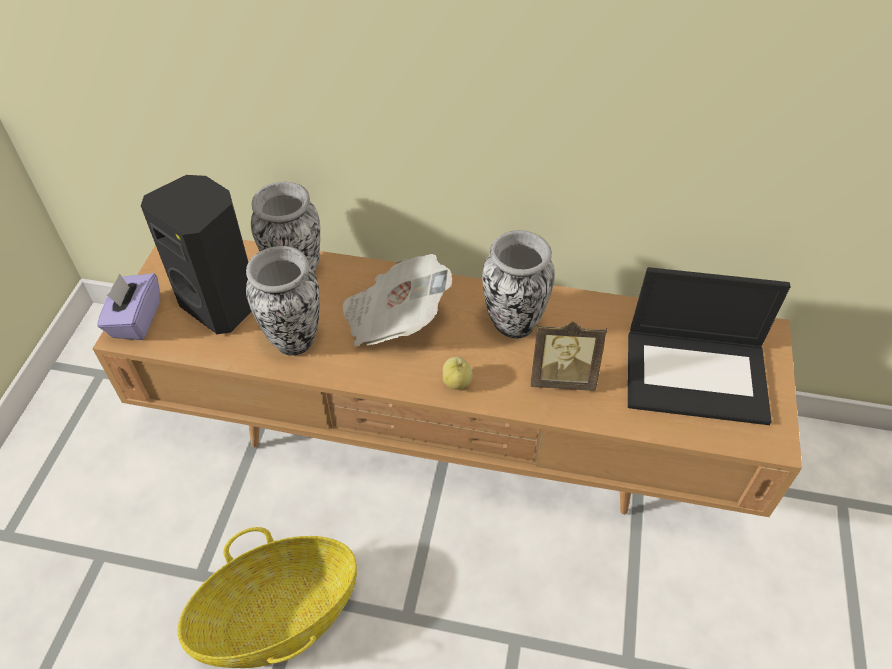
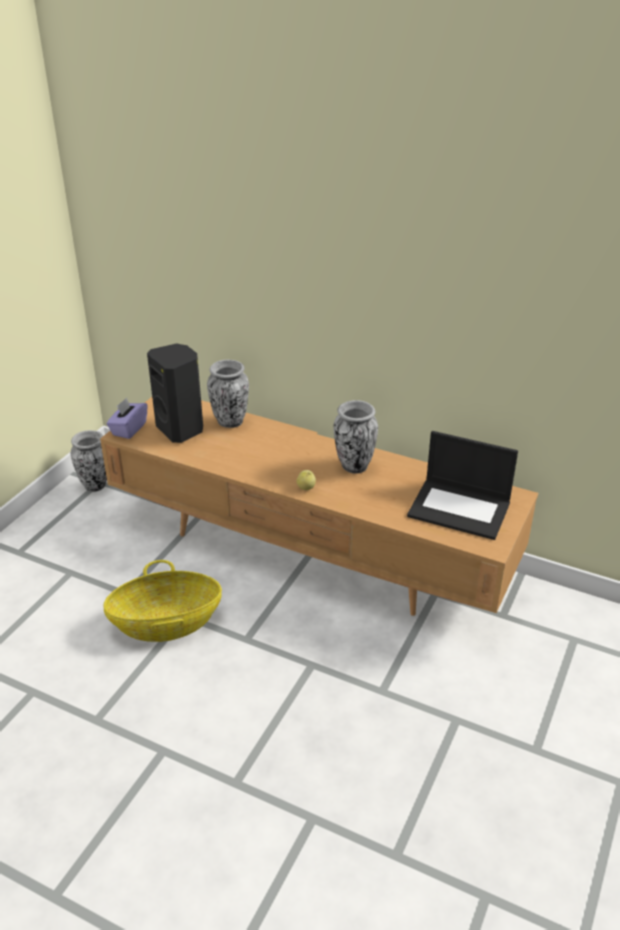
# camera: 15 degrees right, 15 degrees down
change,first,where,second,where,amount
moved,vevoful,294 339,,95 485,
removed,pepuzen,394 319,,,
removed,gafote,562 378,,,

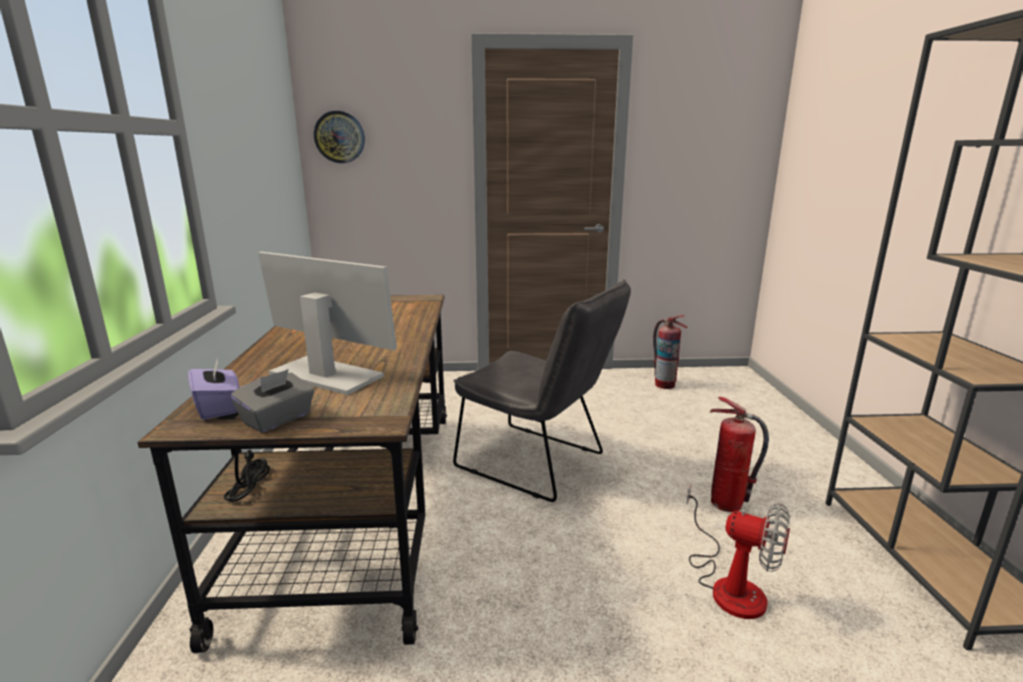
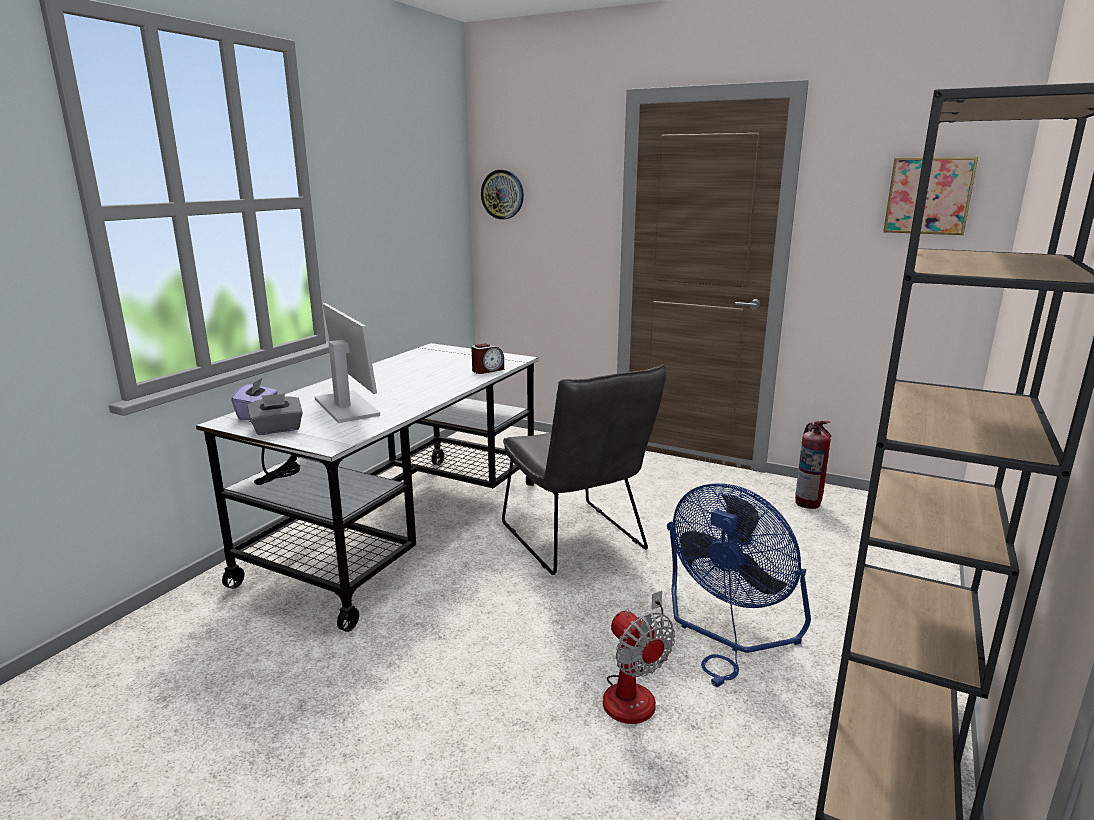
# camera: 30 degrees right, 0 degrees up
change,first,where,second,where,amount
recoloured,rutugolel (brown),357 503,rutugolel (white),402 528,
replaced,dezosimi,727 503,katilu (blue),723 630,
added,,,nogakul,487 370,
added,,,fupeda,928 195,

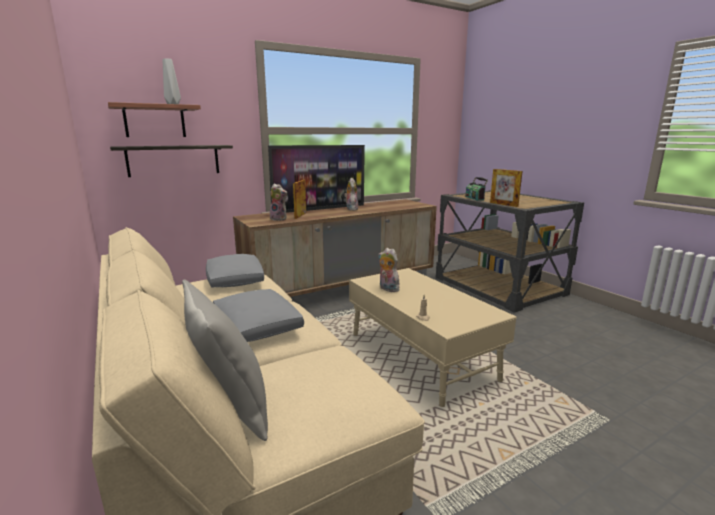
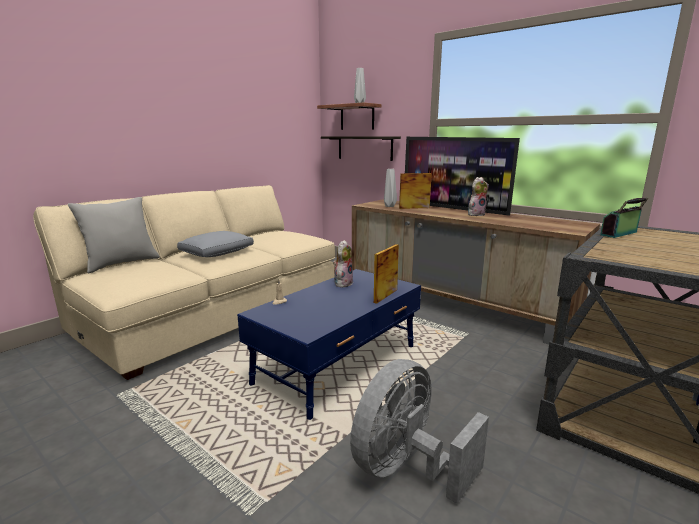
# camera: 70 degrees right, 0 degrees up
change,first,where,second,where,amount
removed,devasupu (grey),235 280,,,
replaced,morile,279 219,vevoful (grey),390 206,
recoloured,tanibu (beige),419 355,tanibu (blue),338 363,
moved,gafote,503 204,,385 296,
added,,,katilu (grey),407 468,

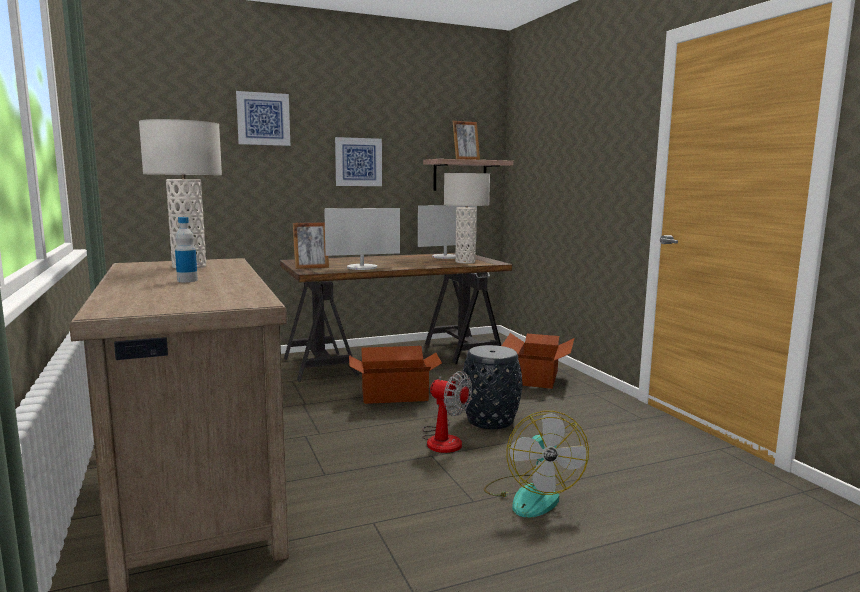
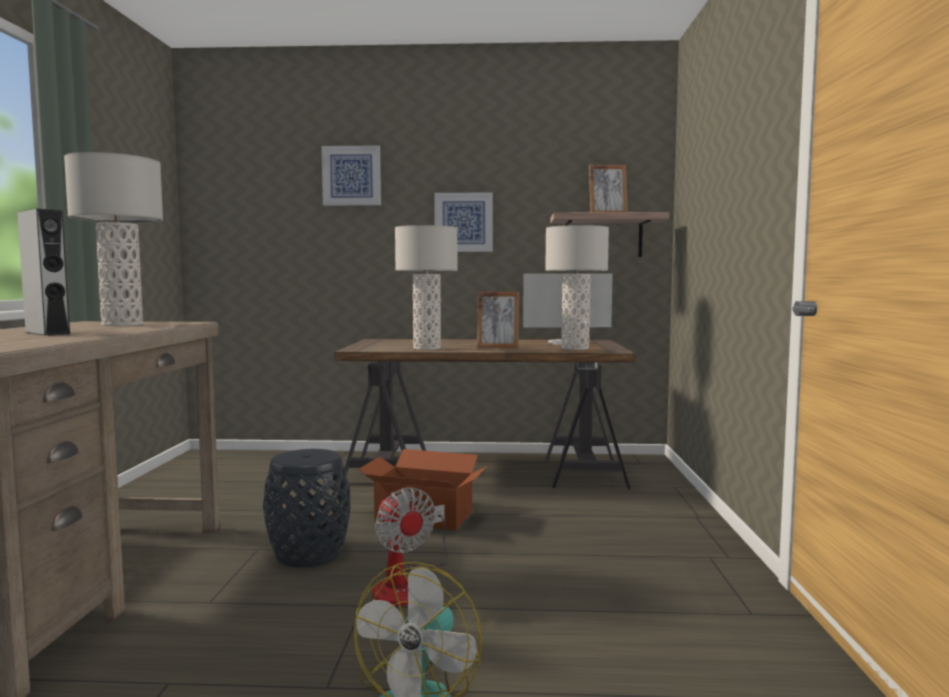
# camera: 25 degrees right, 5 degrees down
change,first,where,second,where,amount
replaced,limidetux,187 280,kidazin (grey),47 333,
moved,gafote,311 267,,498 347,
replaced,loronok,362 267,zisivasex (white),427 348,
moved,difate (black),490 420,,309 554,
removed,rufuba,537 377,,,

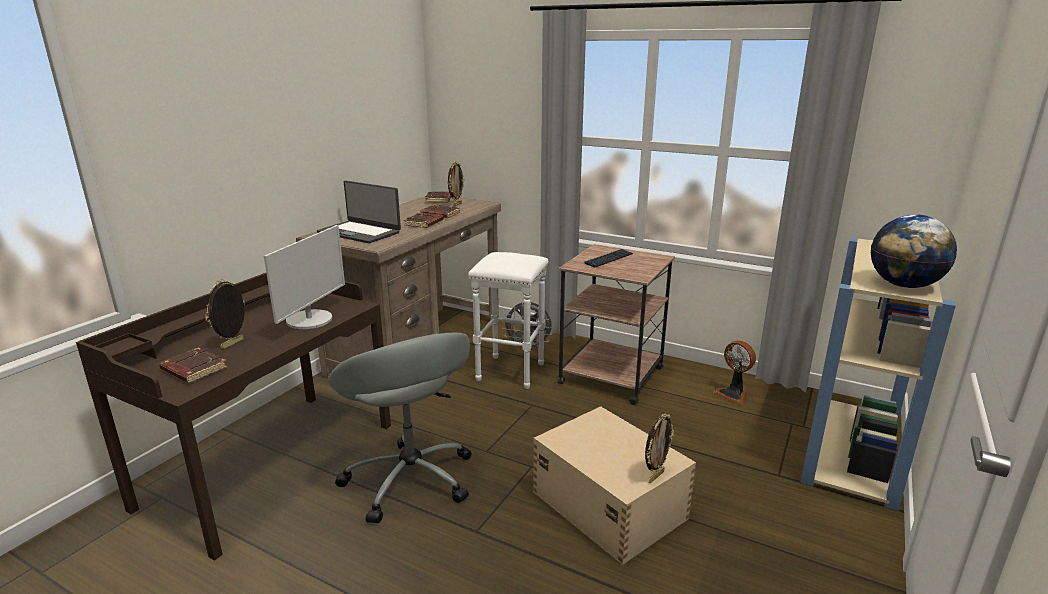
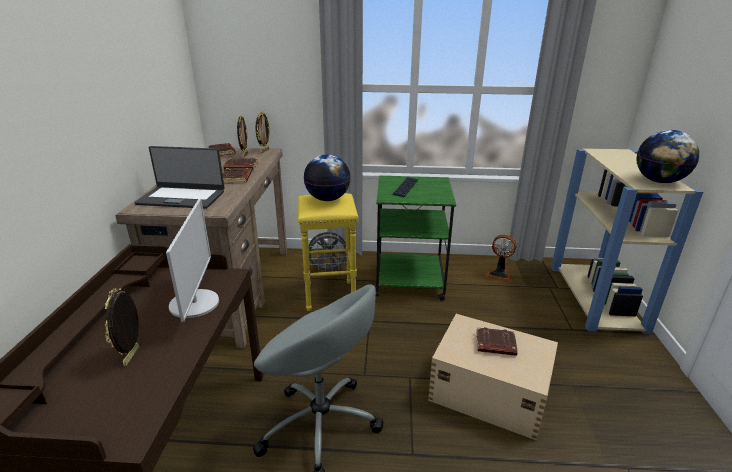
# camera: 25 degrees left, 5 degrees up
change,first,where,second,where,amount
moved,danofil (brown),193 370,,495 345,
recoloured,difate (white),511 372,difate (yellow),331 296,
recoloured,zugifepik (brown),612 377,zugifepik (green),410 280,
moved,gafote,655 476,,264 151,
added,,,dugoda,328 199,

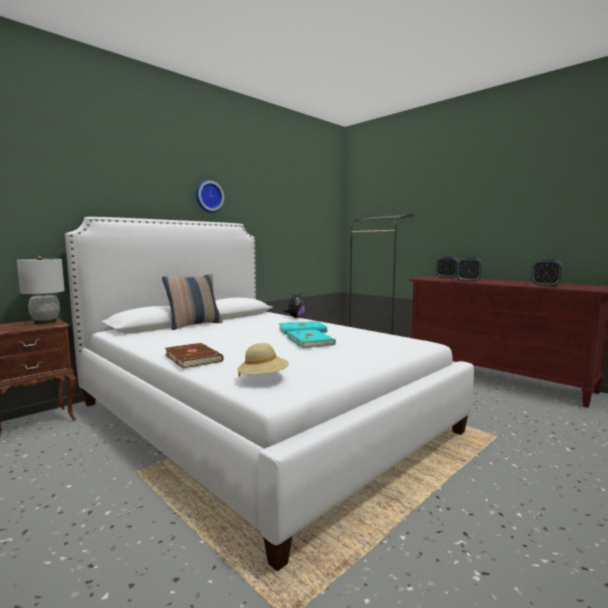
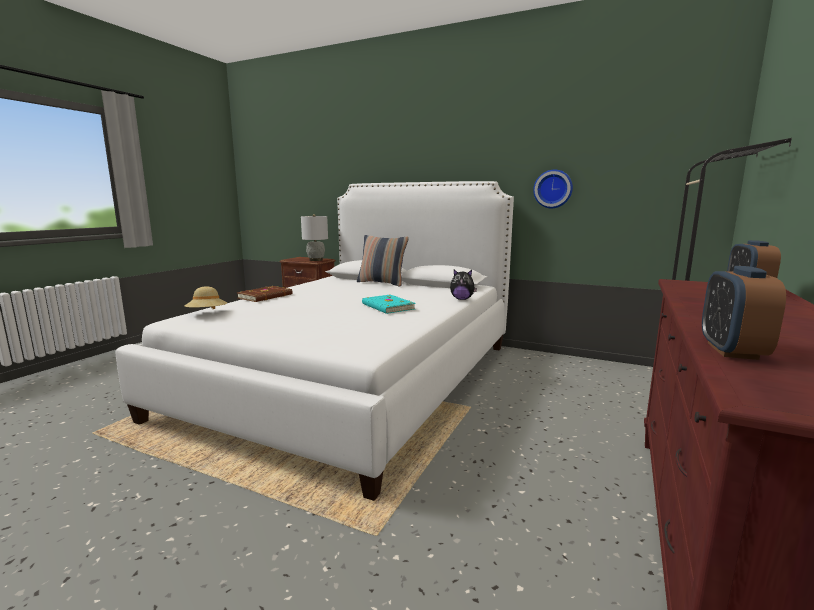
# camera: 70 degrees right, 5 degrees up
change,first,where,second,where,amount
moved,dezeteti,208 196,,553 189,
removed,danofil (turquoise),310 341,,,
removed,nogakul,468 281,,,

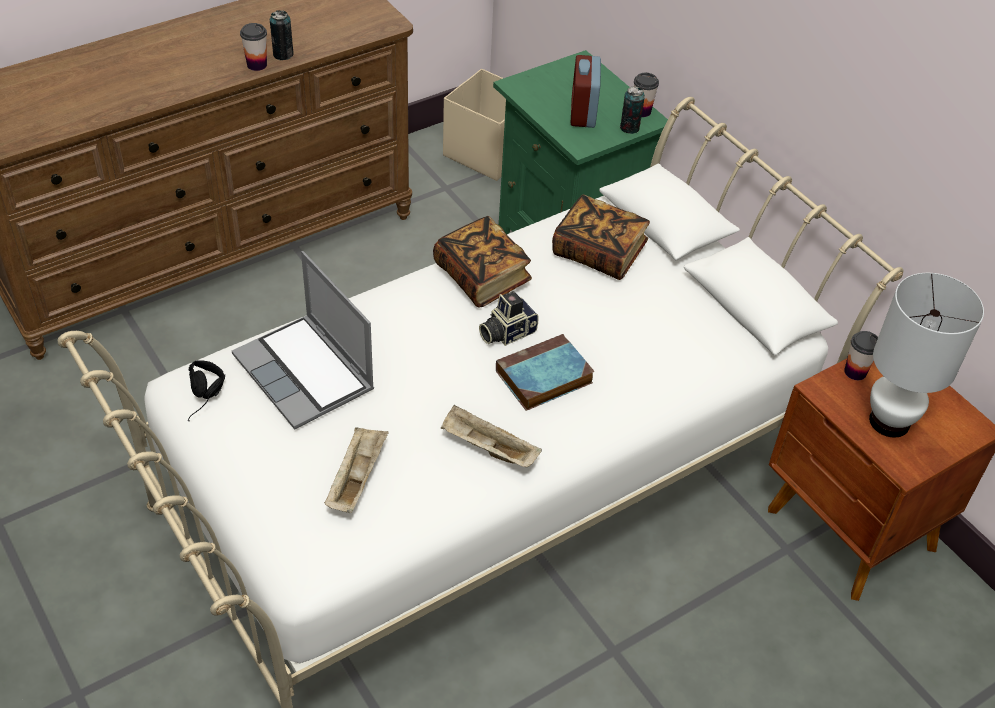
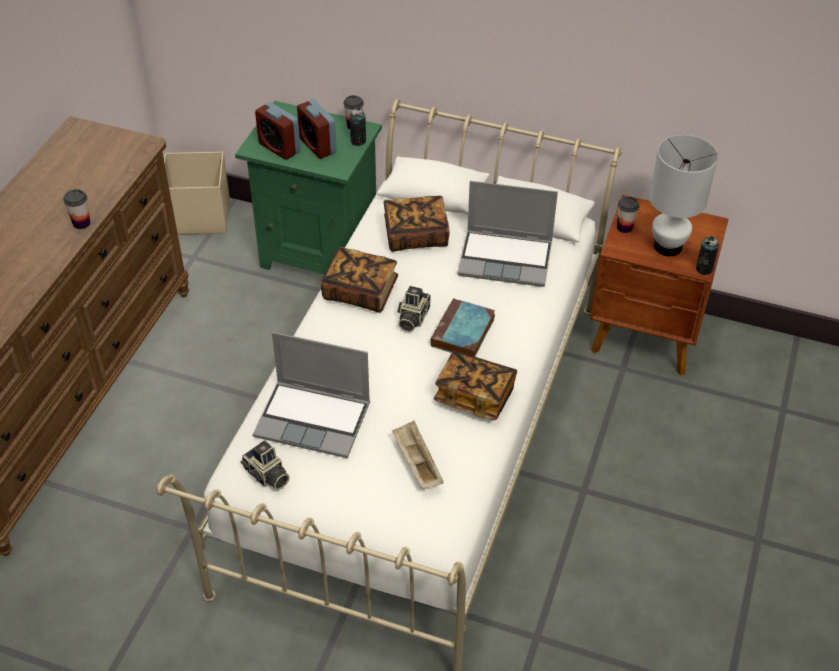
# camera: 35 degrees left, 0 degrees up
change,first,where,second,where,amount
replaced,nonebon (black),207 399,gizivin,266 476,
moved,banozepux,283 54,,704 269,
replaced,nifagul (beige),487 449,danofil,474 396,
added,,,nogakul,279 148,
added,,,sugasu,506 259,

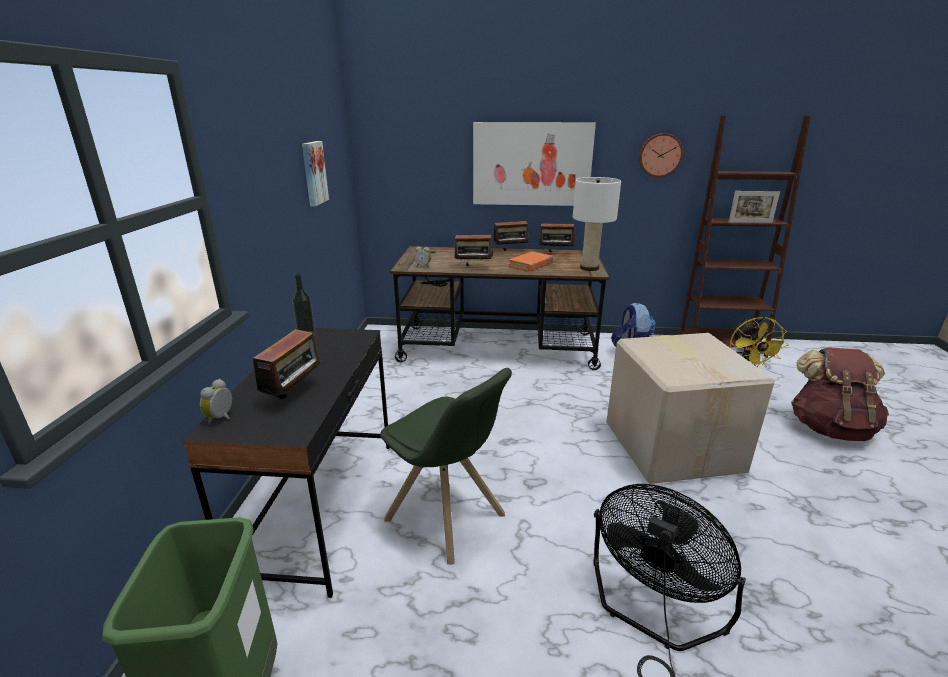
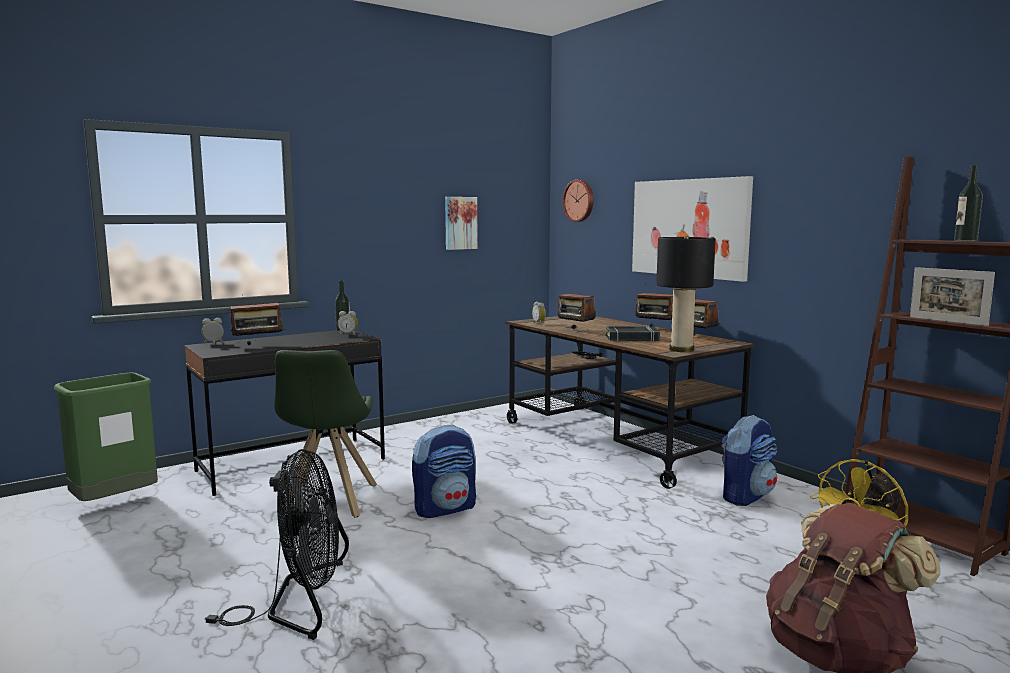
# camera: 50 degrees right, 15 degrees down
change,first,where,second,where,amount
recoloured,danofil (orange),531 265,danofil (black),632 338,
recoloured,zisivasex (white),589 268,zisivasex (black),681 349,
removed,rufuba,673 445,,,
moved,dezeteti,660 155,,579 200,
added,,,nogakul,348 334,
added,,,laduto,445 508,
added,,,limidetux,965 240,

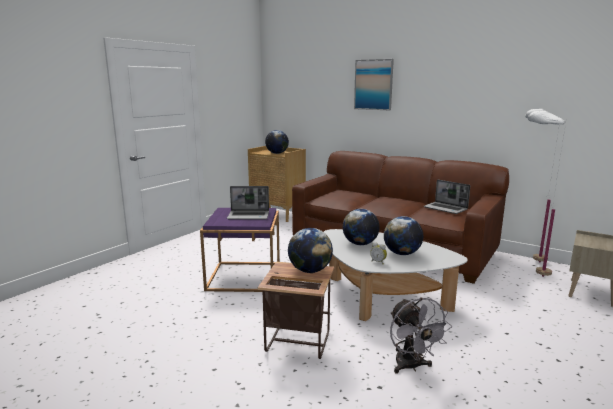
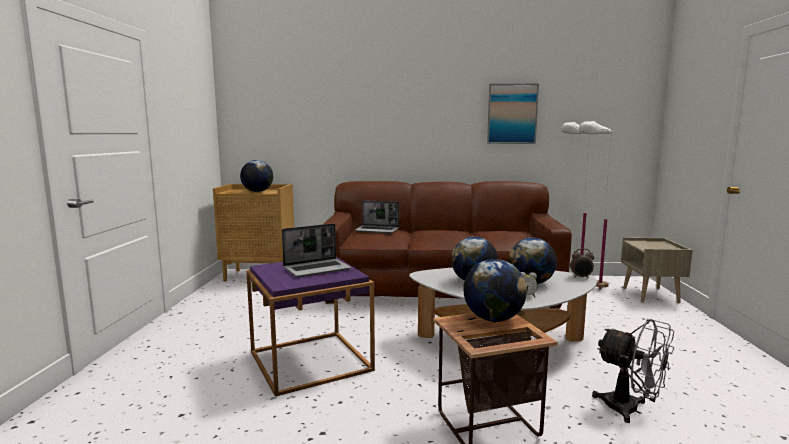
# camera: 30 degrees left, 5 degrees down
change,first,where,second,where,amount
moved,fupeda,373 85,,512 114,
moved,sugasu,446 209,,377 230,
added,,,nogakul,581 277,

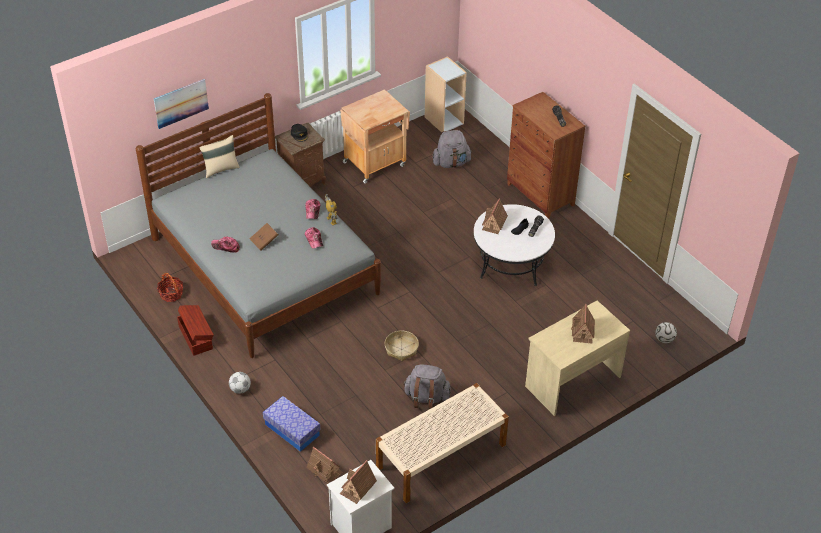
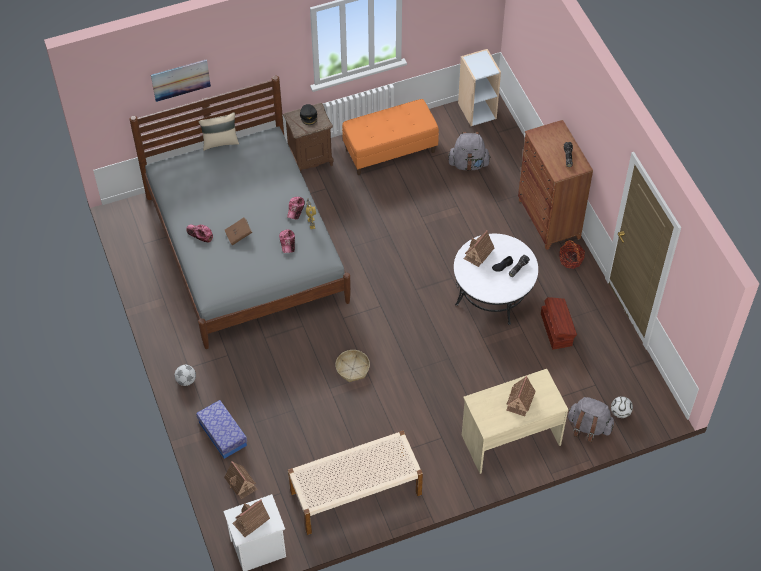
# camera: 15 degrees right, 10 degrees up
change,first,where,second,where,amount
moved,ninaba,171 294,,570 260,
moved,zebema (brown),196 337,,556 329,
replaced,zugifepik (brown),375 163,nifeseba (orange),390 150,
moved,laduto (grey),426 398,,588 427,

